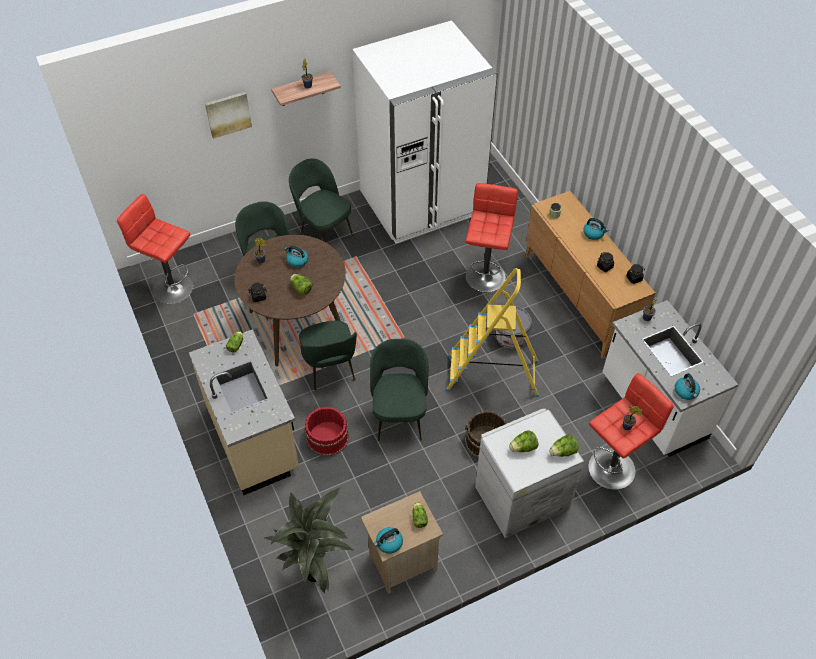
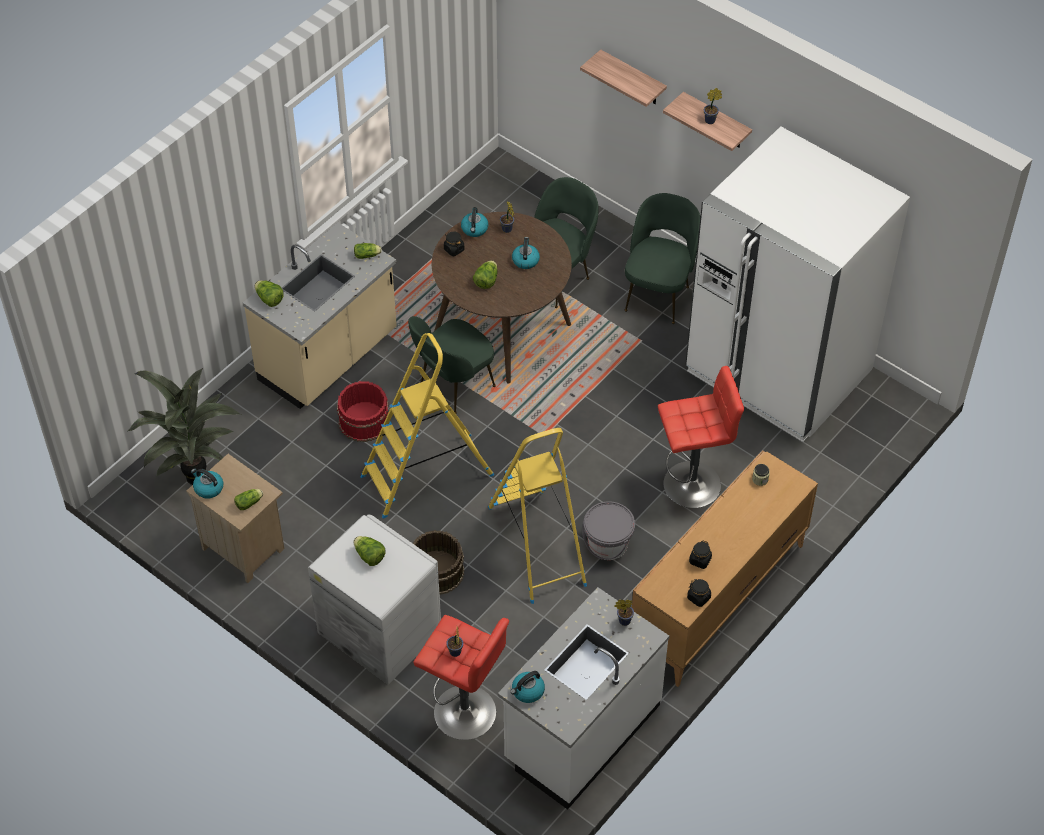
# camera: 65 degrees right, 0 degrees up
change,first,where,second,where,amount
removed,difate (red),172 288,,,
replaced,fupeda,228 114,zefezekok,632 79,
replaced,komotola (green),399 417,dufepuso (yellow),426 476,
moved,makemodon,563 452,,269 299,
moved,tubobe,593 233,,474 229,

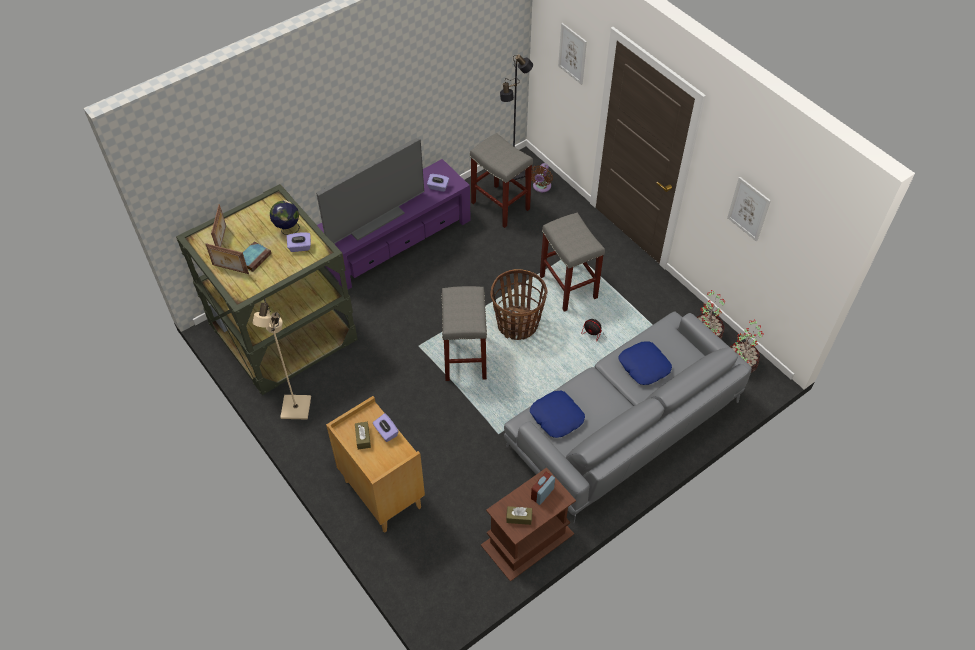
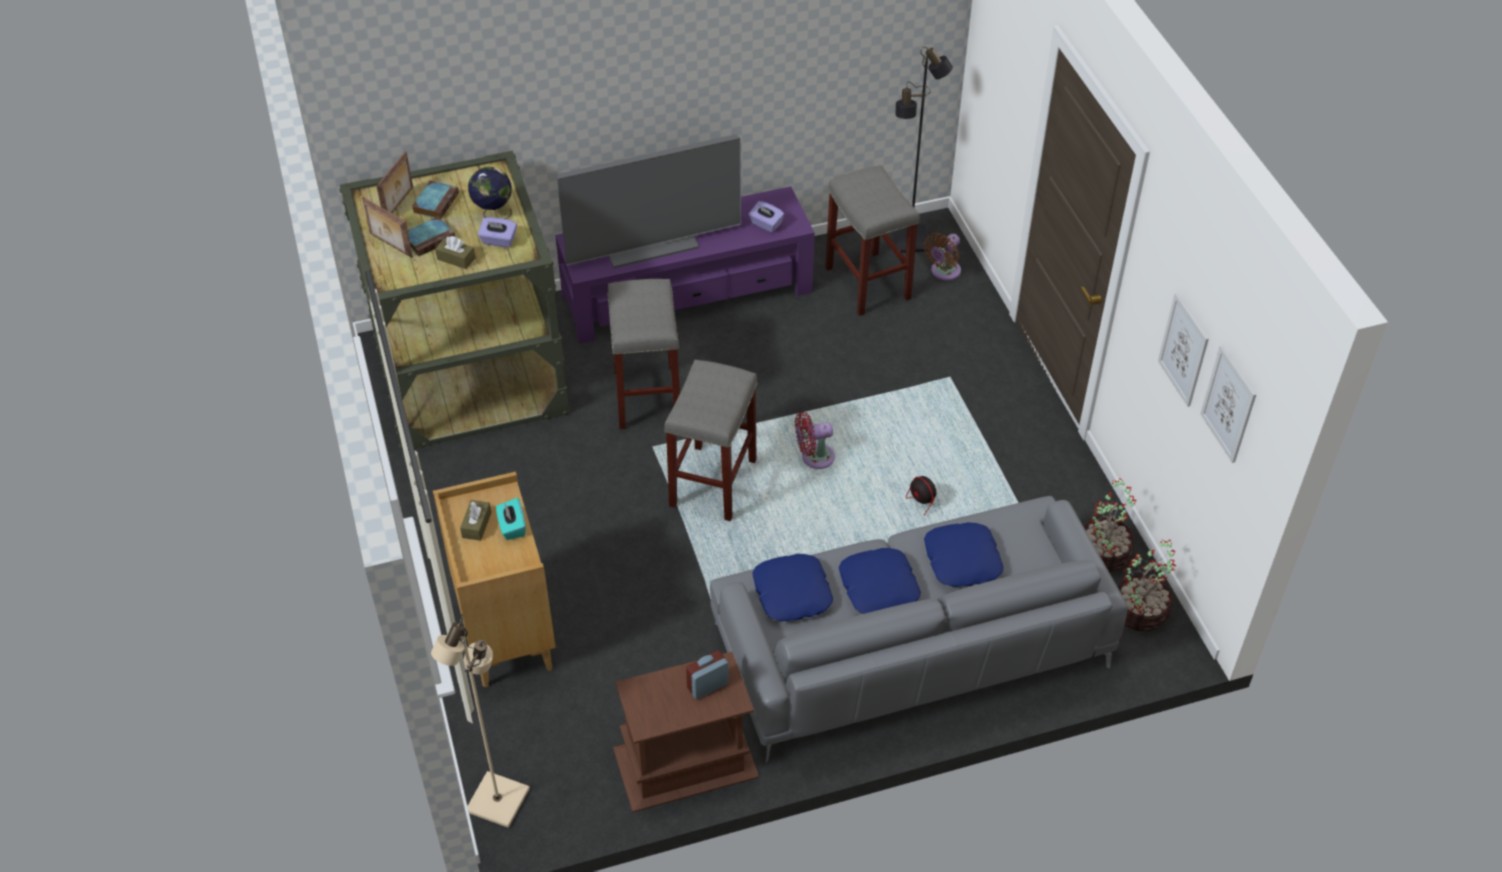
# camera: 20 degrees right, 5 degrees down
change,first,where,second,where,amount
moved,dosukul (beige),296 407,,498 800,
recoloured,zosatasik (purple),386 432,zosatasik (turquoise),512 527,
replaced,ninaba,517 324,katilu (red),814 457,
moved,zosatasik (brown),519 517,,456 259,
moved,difate (grey),569 287,,648 398,
moved,fupeda,572 53,,1228 404,
added,,,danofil,436 202,
added,,,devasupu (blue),878 587,

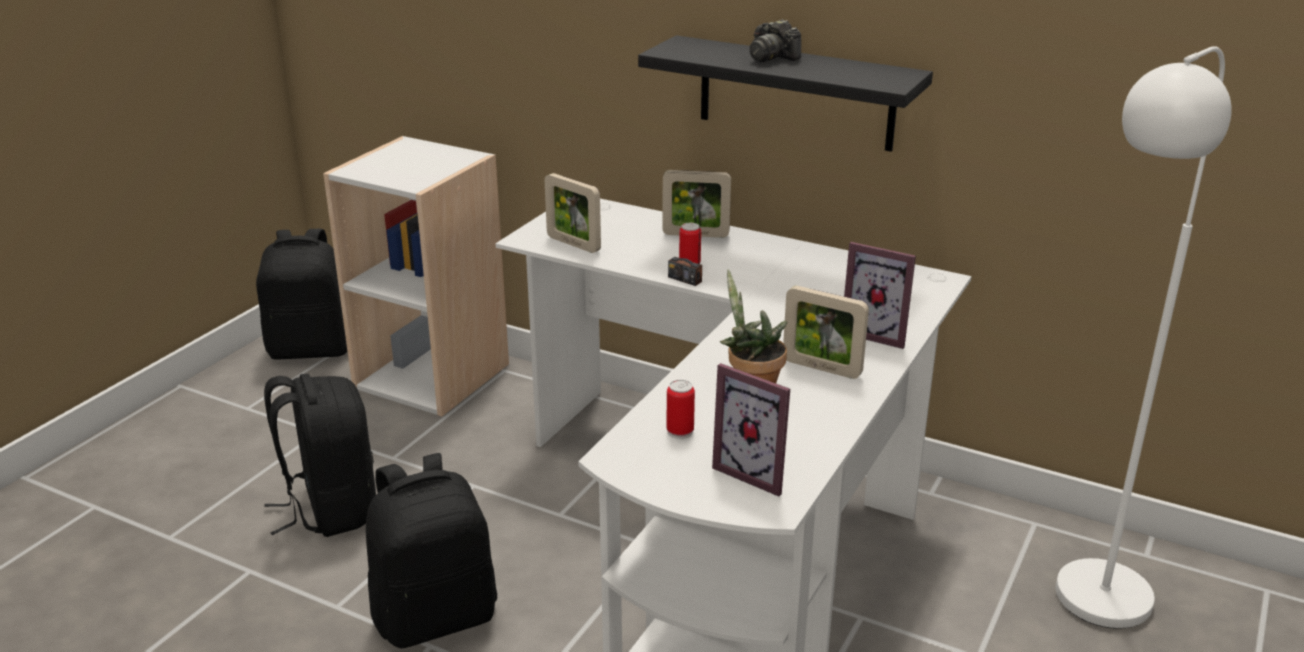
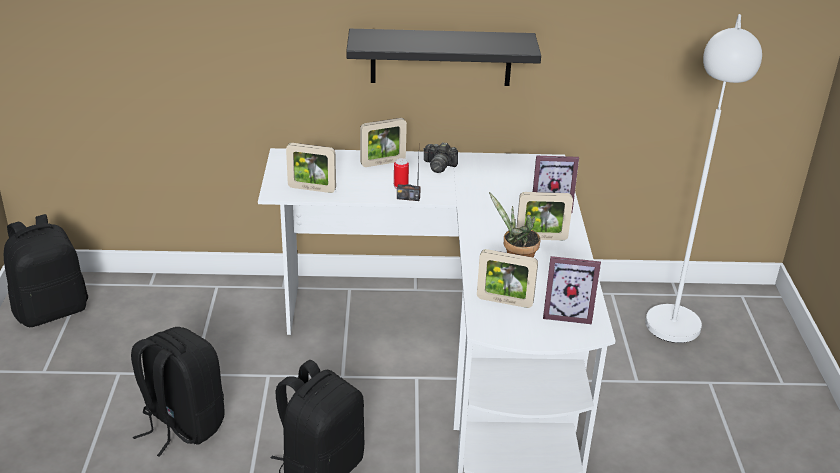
# camera: 30 degrees left, 5 degrees up
change,first,where,second,where,amount
removed,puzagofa,433 376,,,
replaced,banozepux,680 431,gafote,504 301,
moved,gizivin,771 57,,439 166,

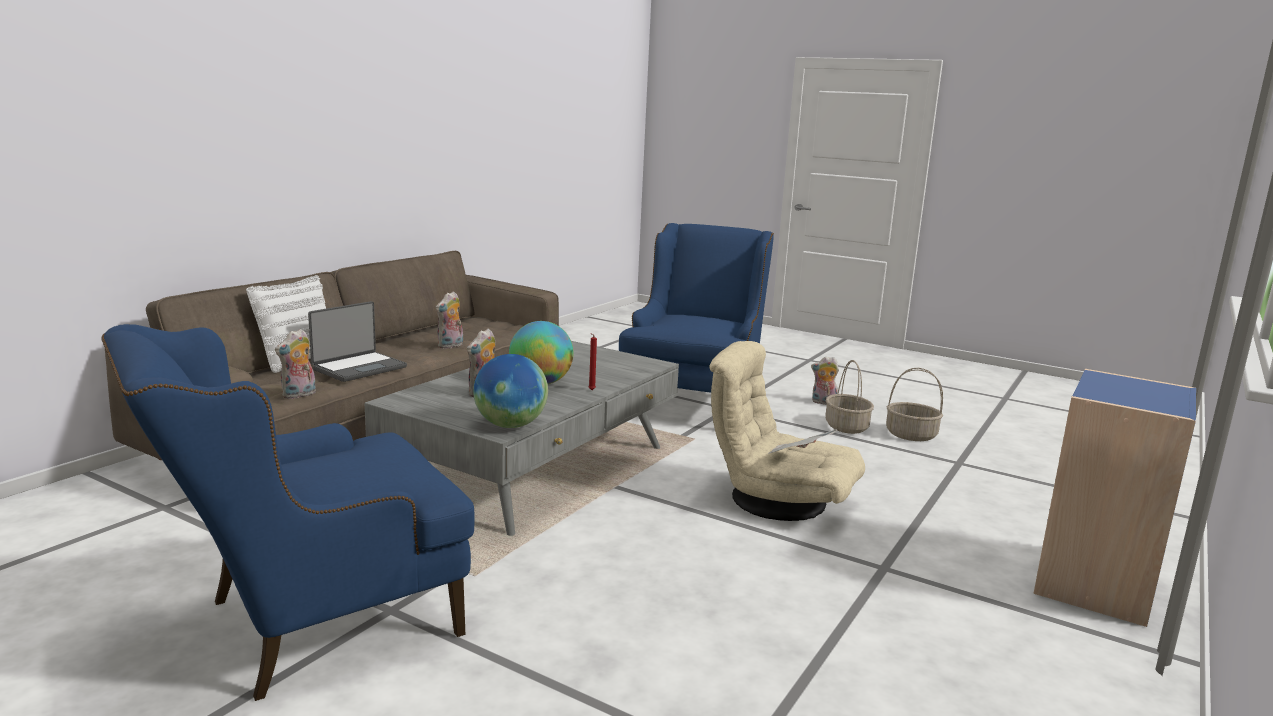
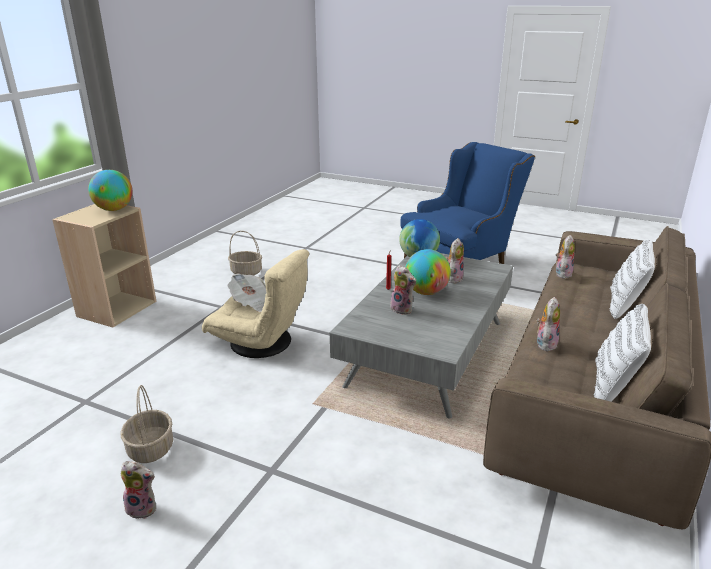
# camera: 175 degrees right, 10 degrees up
change,first,where,second,where,amount
removed,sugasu,358 368,,,
removed,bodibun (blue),694 402,,,
moved,ninaba,911 435,,246 272,
recoloured,puzagofa (blue),1096 585,puzagofa (beige),117 308,
added,,,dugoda,114 209,
added,,,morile,403 309,
added,,,devasupu (white),613 388,

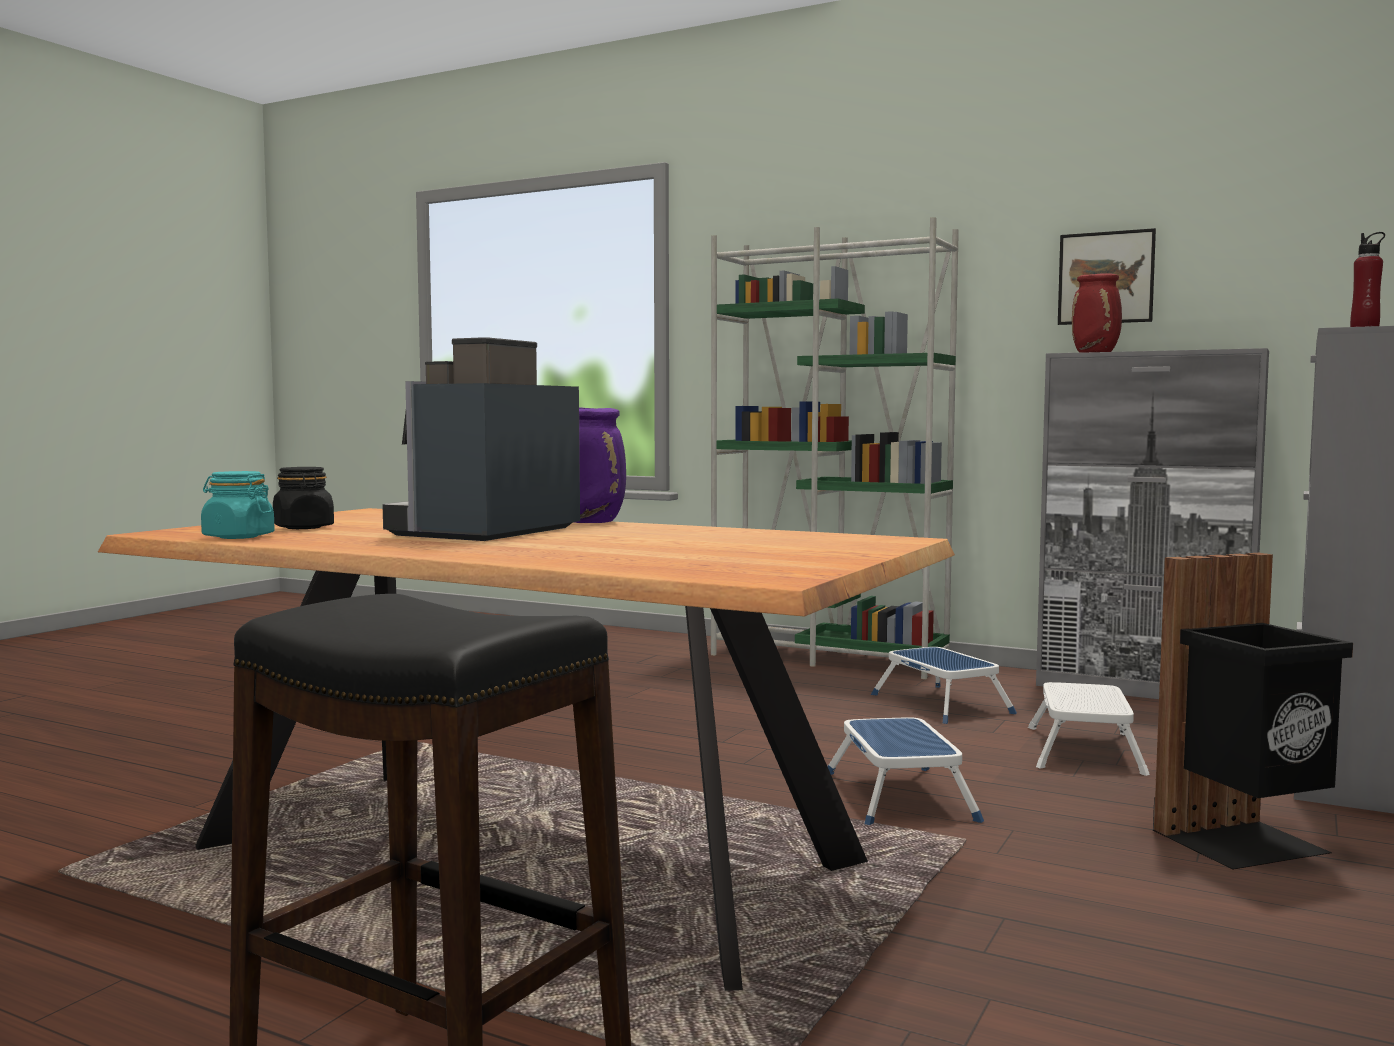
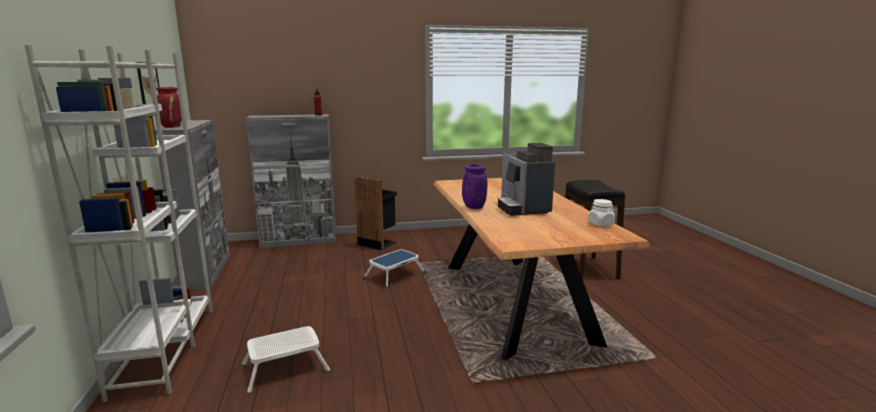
# camera: 130 degrees left, 10 degrees up
change,first,where,second,where,amount
recoloured,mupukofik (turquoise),238 537,mupukofik (white),601 224,
removed,mupukofik (black),304 527,,,
turned,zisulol,484 532,,522 208,90 degrees clockwise
recoloured,puzagofa (green),829 659,puzagofa (white),166 348,
removed,dufepuso (blue),940 704,,,
moved,dufepuso (white),1083 750,,285 367,

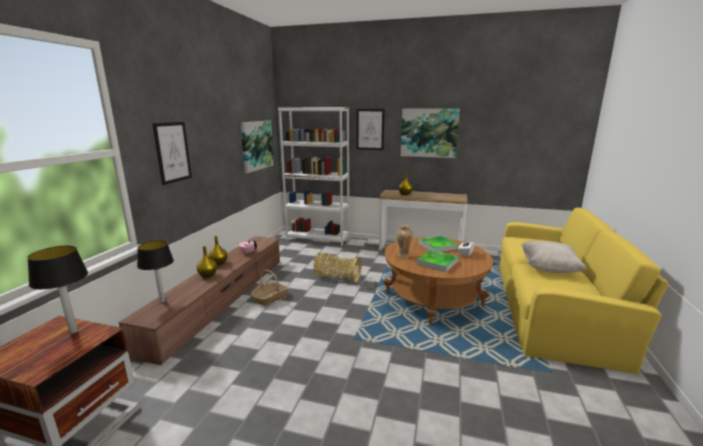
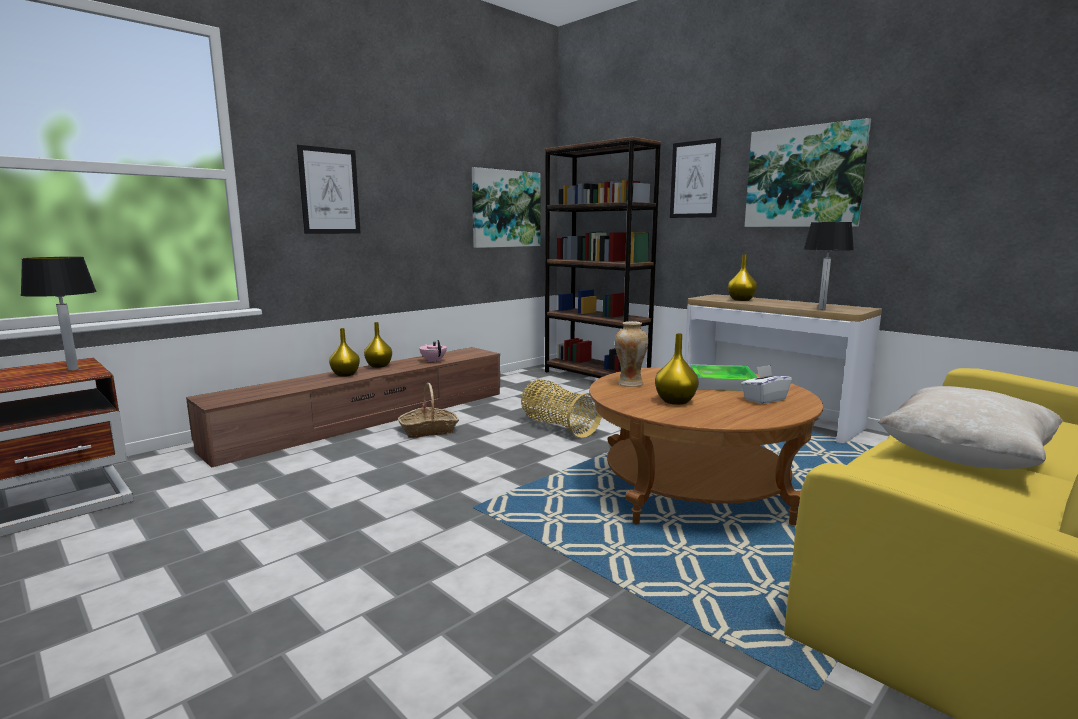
# camera: 30 degrees right, 5 degrees down
change,first,where,second,where,amount
moved,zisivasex,162 301,,822 309,
recoloured,puzagofa (white),318 239,puzagofa (brown),596 377,
replaced,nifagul,437 263,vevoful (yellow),676 401,

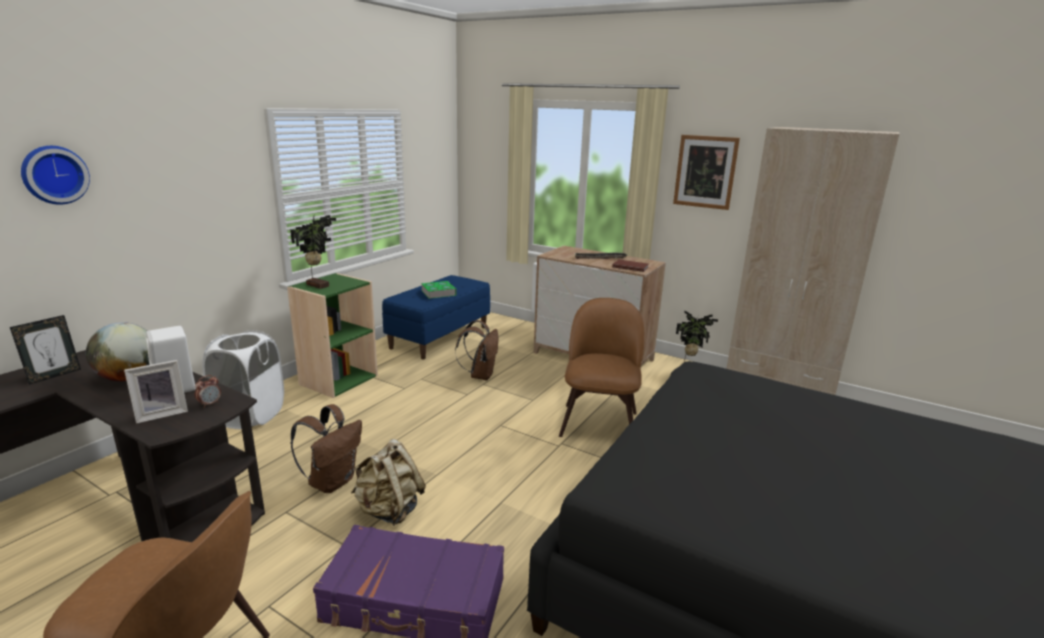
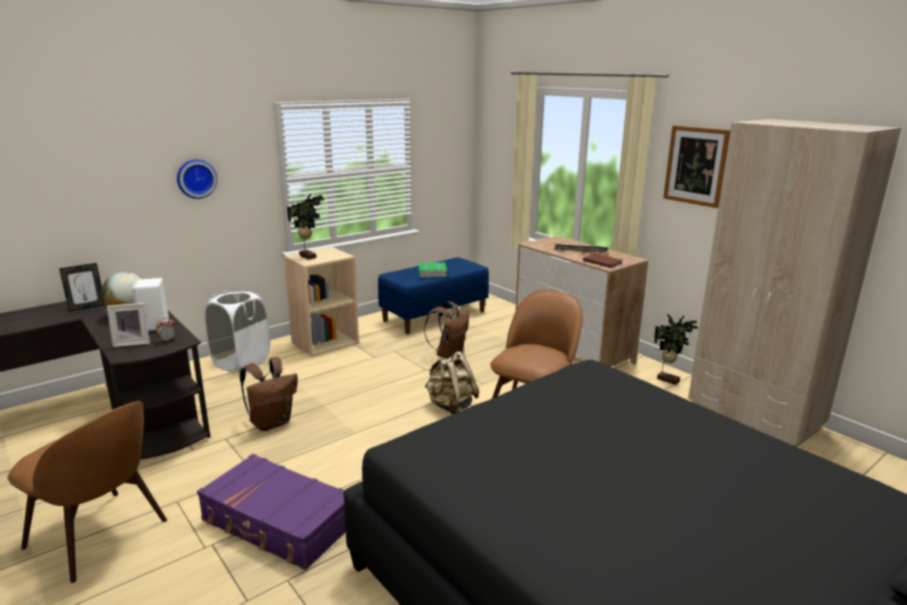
# camera: 20 degrees right, 0 degrees up
change,first,where,second,where,amount
moved,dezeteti,54 174,,196 178,
recoloured,puzagofa (green),339 379,puzagofa (beige),325 342,
moved,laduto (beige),389 510,,451 406,

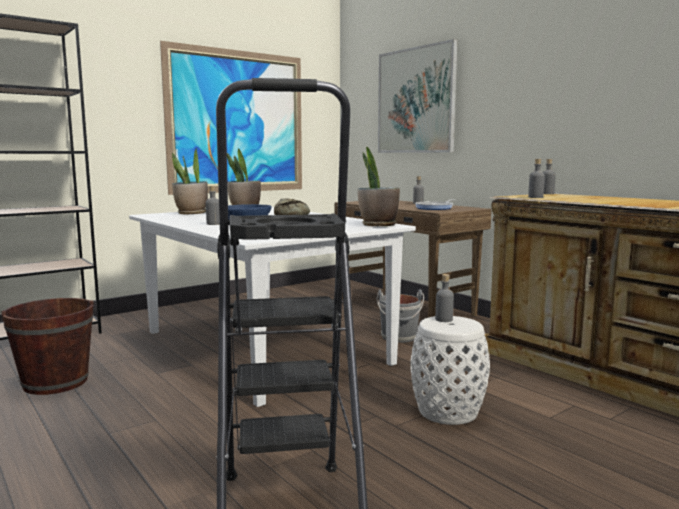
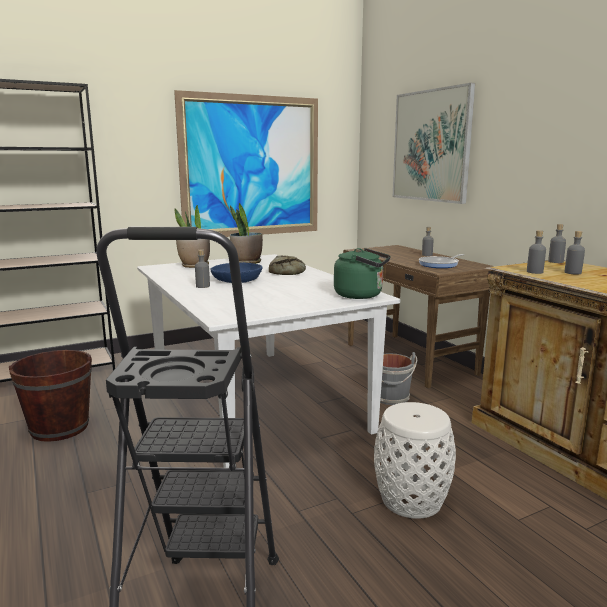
# camera: 10 degrees right, 5 degrees up
change,first,where,second,where,amount
replaced,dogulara,378 225,tubobe (green),361 295,
moved,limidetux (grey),444 319,,573 272,

